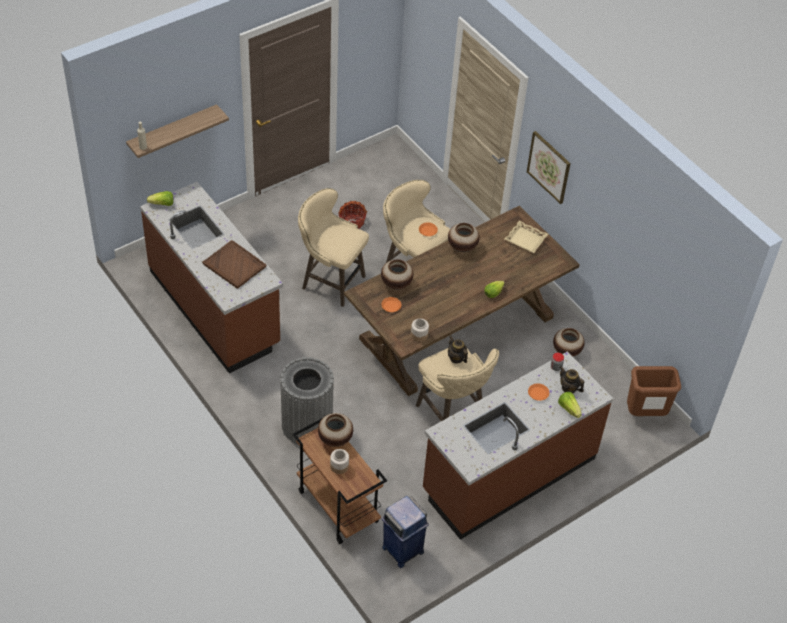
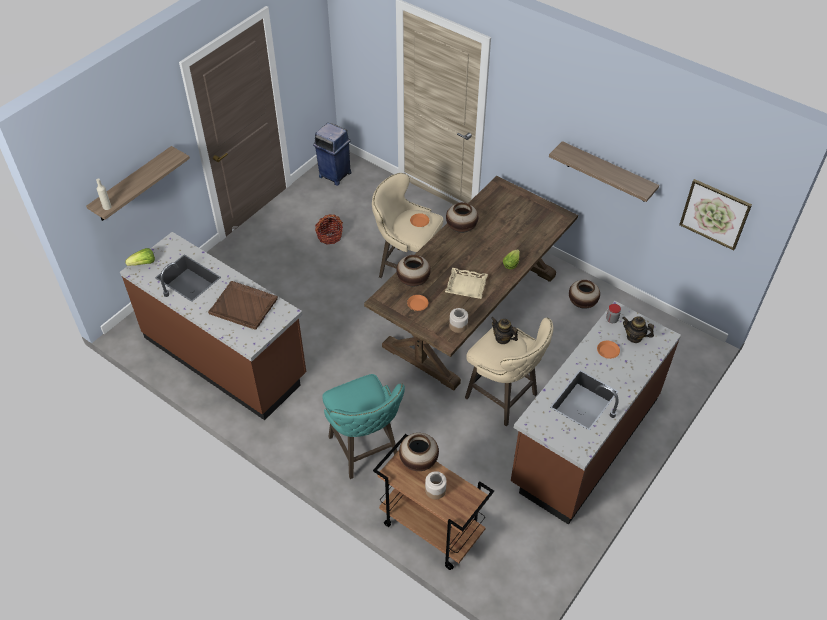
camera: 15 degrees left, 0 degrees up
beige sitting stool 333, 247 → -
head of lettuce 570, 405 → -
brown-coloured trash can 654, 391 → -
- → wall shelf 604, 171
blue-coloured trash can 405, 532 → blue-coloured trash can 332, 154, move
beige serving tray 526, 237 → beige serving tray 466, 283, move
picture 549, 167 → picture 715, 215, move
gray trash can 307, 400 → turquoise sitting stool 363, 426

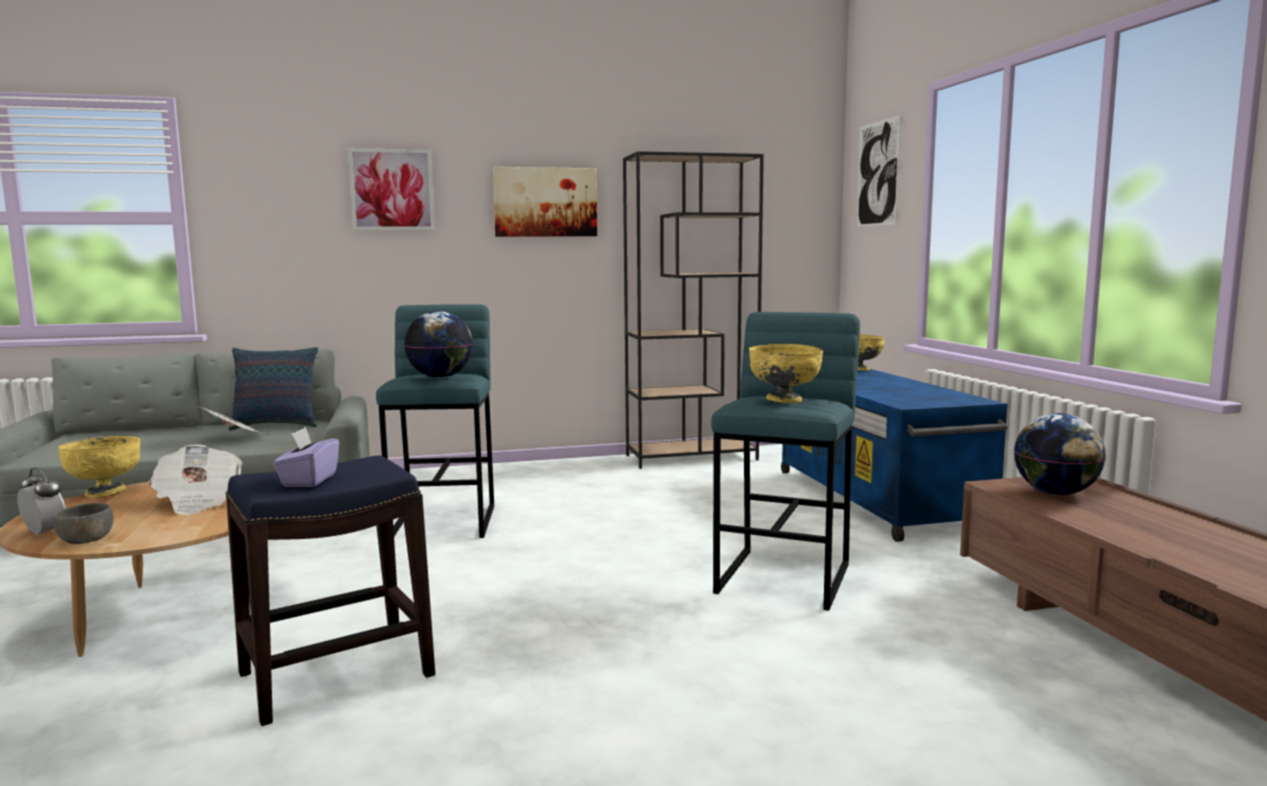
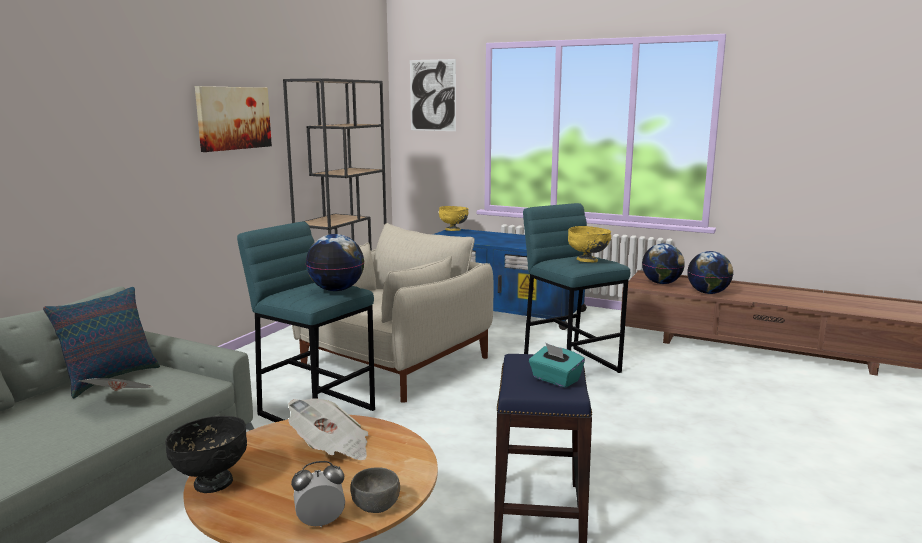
camera: 50 degrees left, 5 degrees up
picture 391, 189 → -
- → beige armchair 392, 312
- → globe 710, 272
yellow deep dish 99, 466 → blackish deep dish 206, 454
purple tissue box 306, 457 → turquoise tissue box 557, 365

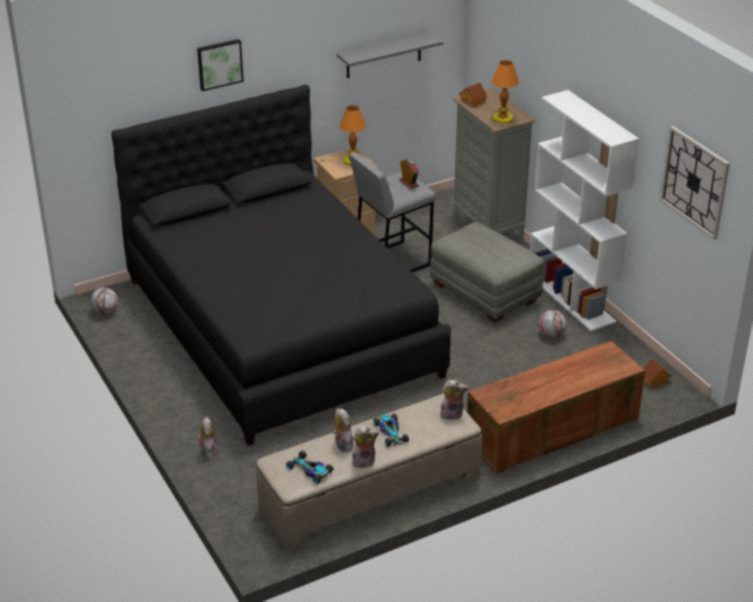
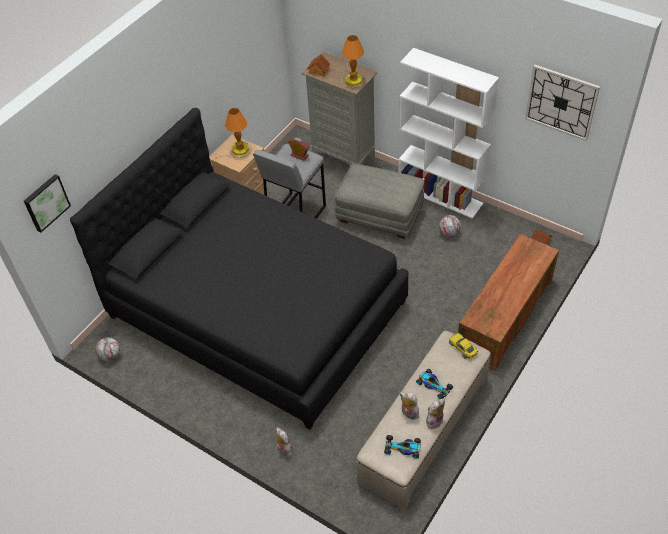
camera: 25 degrees left, 15 degrees up
gray wall shelf 390, 55 → -
picture 220, 65 → picture 47, 203, move
soft toy 454, 400 → yellow miniature car 463, 346

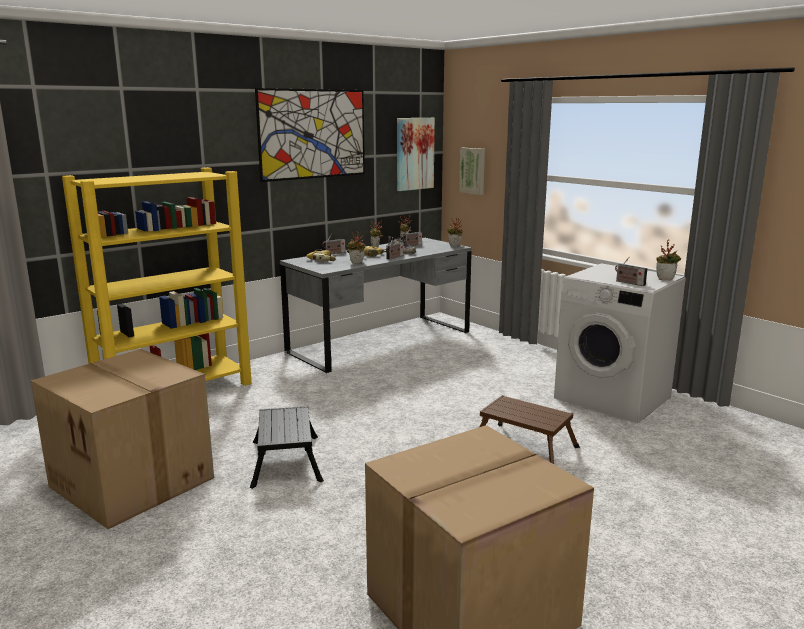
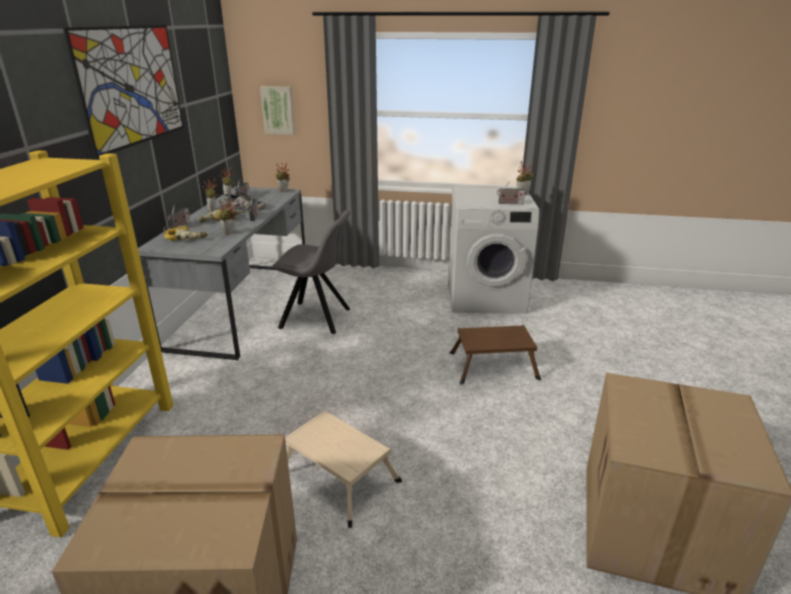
camera: 40 degrees left, 10 degrees up
picture 416, 154 → -
- → gray plain chair 311, 272
blackish stepladder 287, 447 → beige stepladder 343, 469

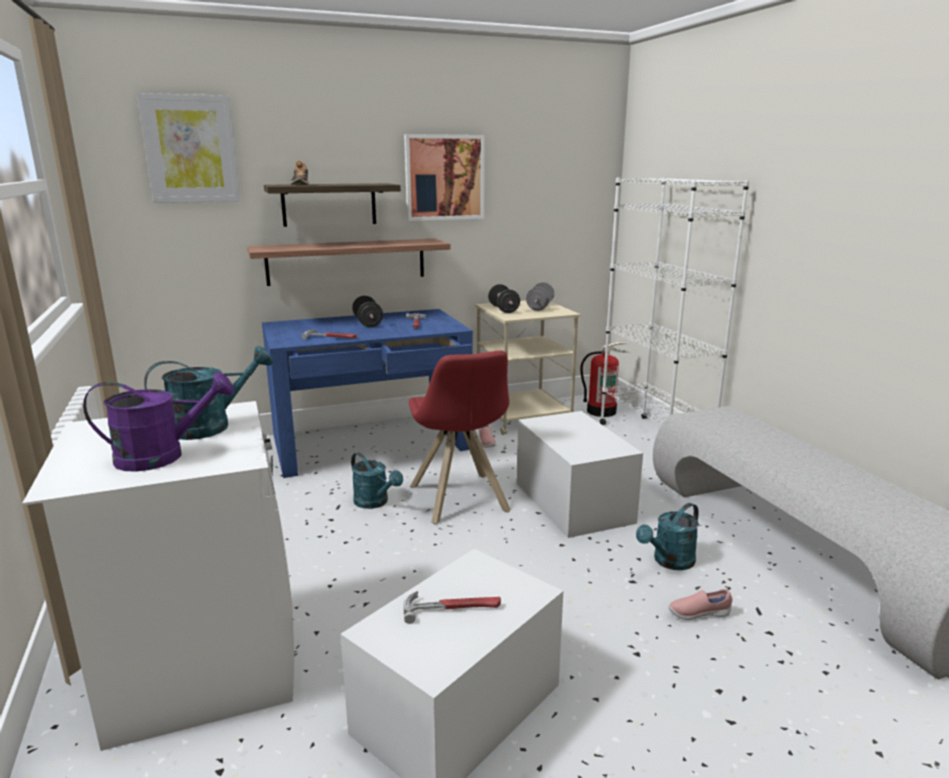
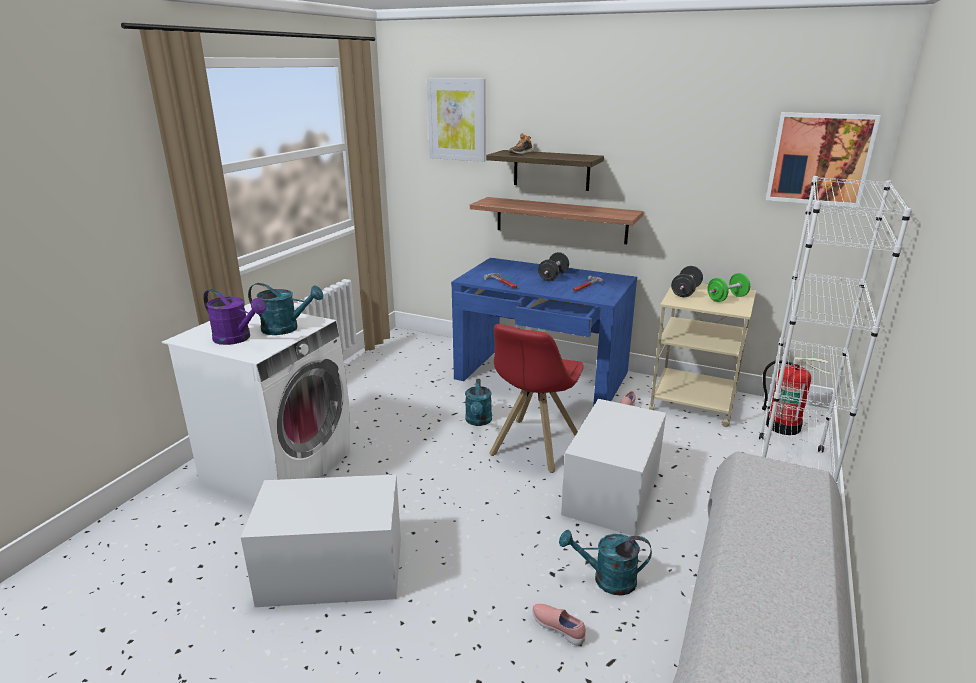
camera: 45 degrees right, 5 degrees up
hammer 452, 607 → -
picture 444, 177 → picture 823, 160, move
gray dumbbell 540, 296 → greenish dumbbell 728, 287

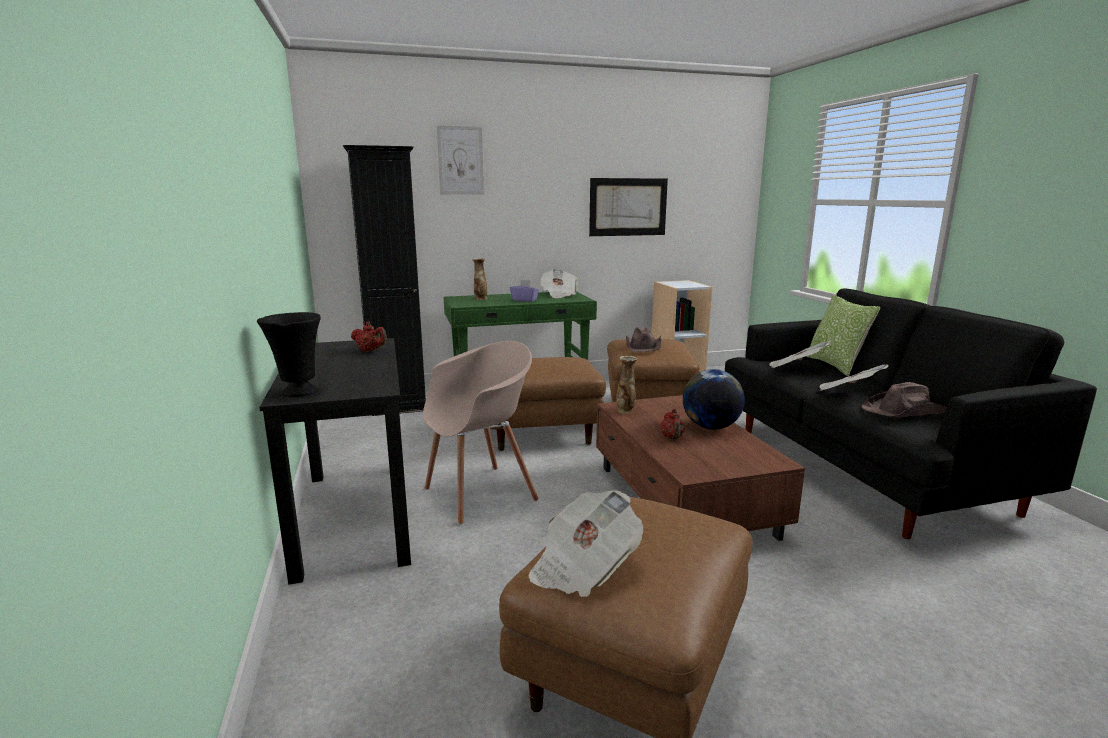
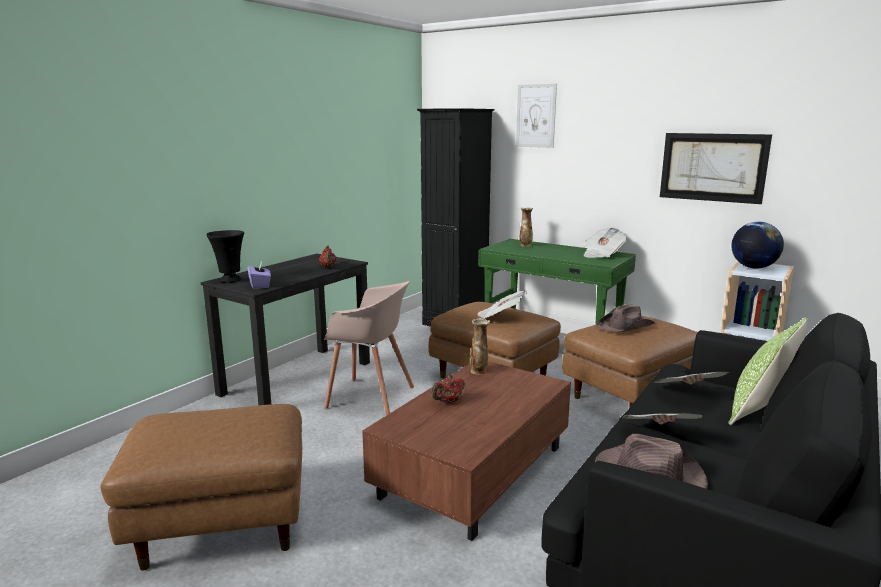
camera: 50 degrees right, 0 degrees up
purple tissue box 524, 291 → purple tissue box 259, 274, move
newspaper 586, 543 → newspaper 502, 305, move
globe 714, 399 → globe 757, 245, move

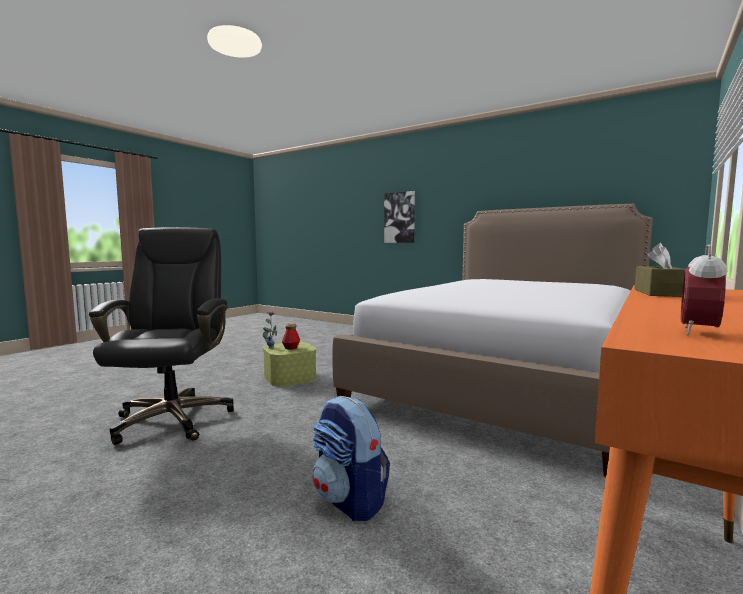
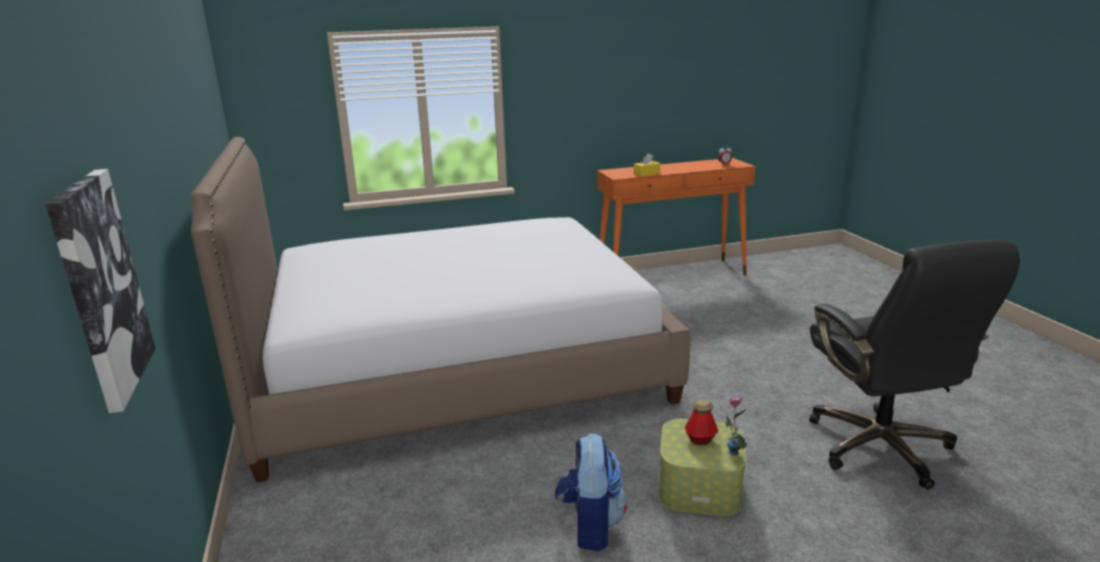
camera: 140 degrees left, 15 degrees up
knapsack 351, 458 → knapsack 591, 492, move
brown-coloured tissue box 660, 270 → yellow tissue box 647, 165
blackish computer chair 161, 336 → blackish computer chair 914, 364, 45 degrees counterclockwise

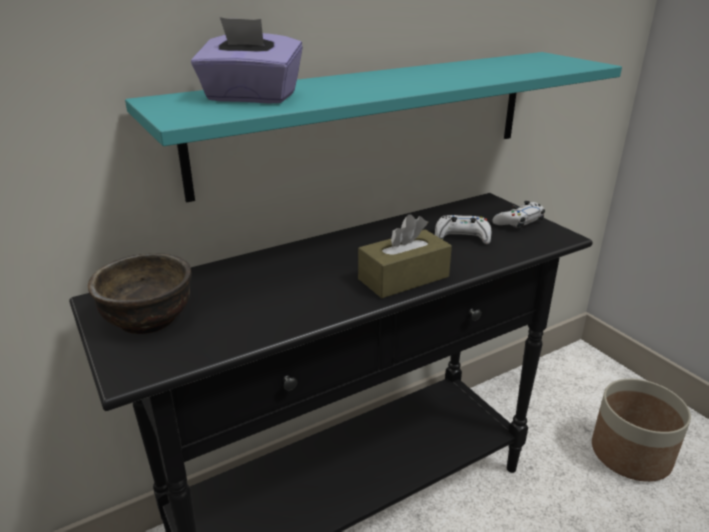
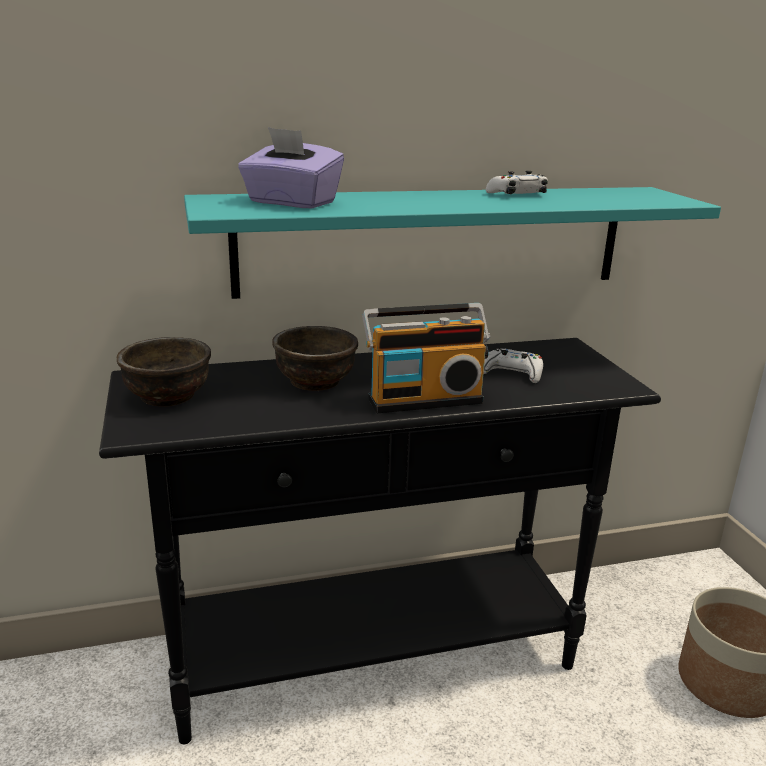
camera: 15 degrees right, 5 degrees down
- → brown-coloured deep dish 315, 358
white game controller 518, 215 → white game controller 517, 182, move
brown-coloured tissue box 405, 256 → radio receiver 426, 358

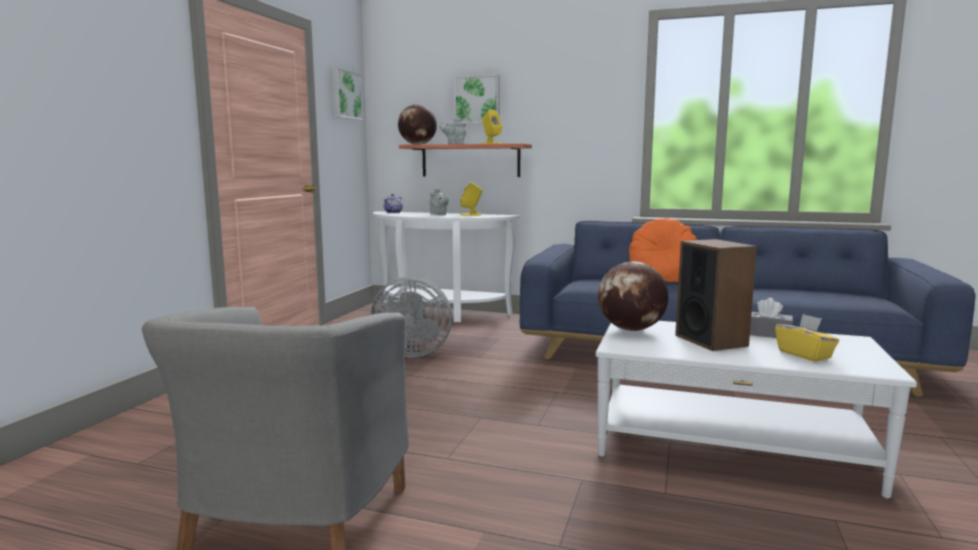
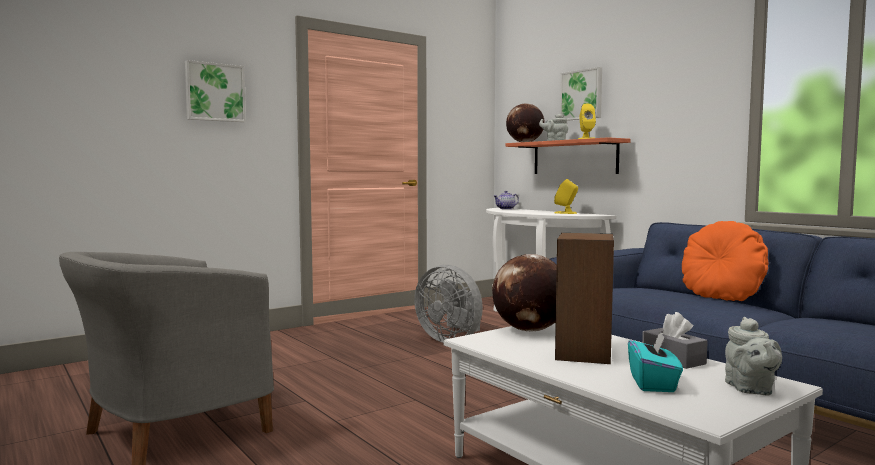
camera: 35 degrees right, 5 degrees down
picture 347, 93 → picture 215, 91, move
gray tea pot 439, 201 → gray tea pot 753, 356, move
yellow tissue box 807, 338 → turquoise tissue box 655, 362

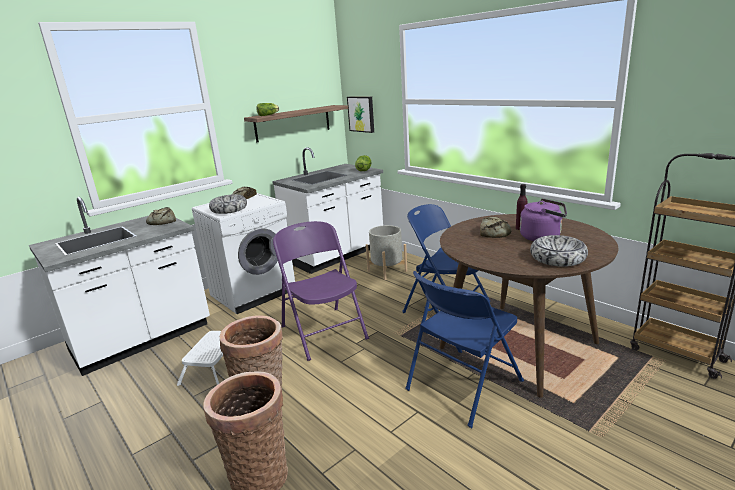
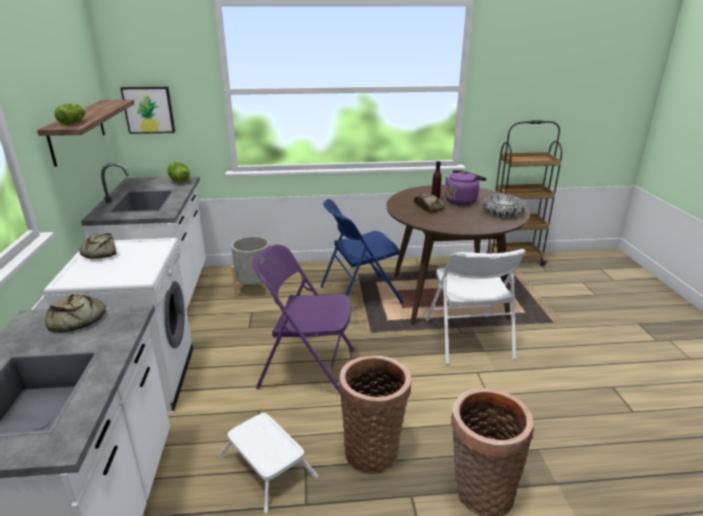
camera: 55 degrees left, 5 degrees up
deep dish 228, 204 → -
blue-coloured plain chair 464, 349 → white plain chair 476, 307

